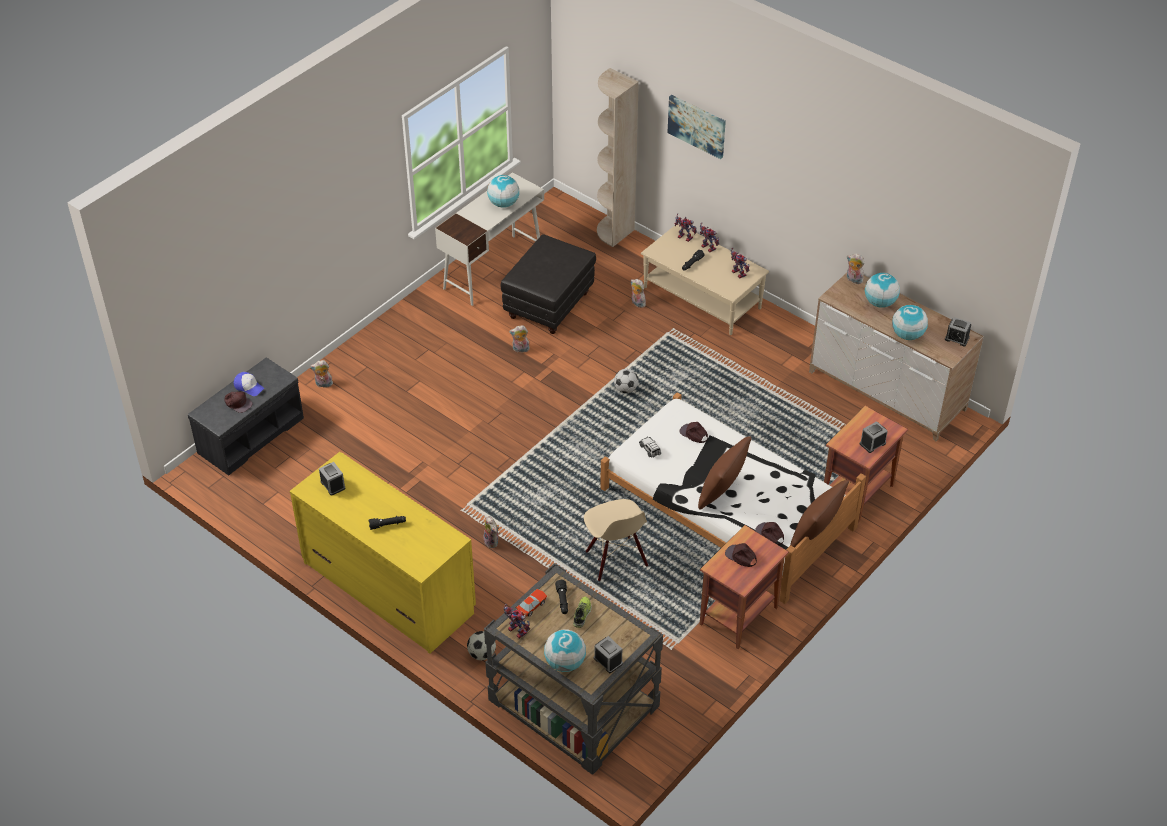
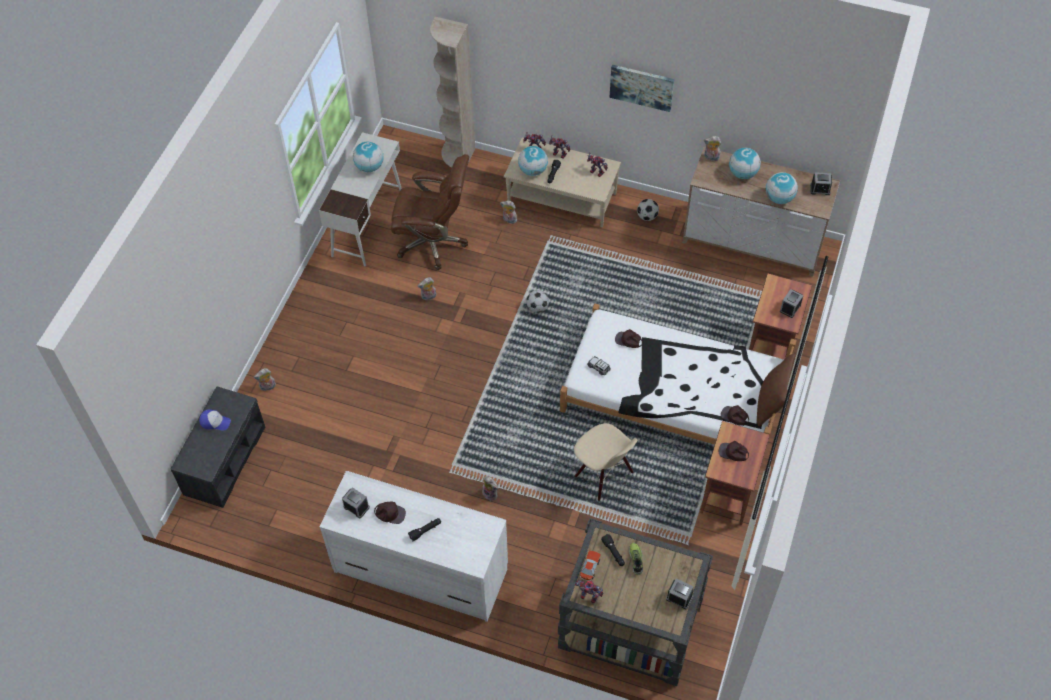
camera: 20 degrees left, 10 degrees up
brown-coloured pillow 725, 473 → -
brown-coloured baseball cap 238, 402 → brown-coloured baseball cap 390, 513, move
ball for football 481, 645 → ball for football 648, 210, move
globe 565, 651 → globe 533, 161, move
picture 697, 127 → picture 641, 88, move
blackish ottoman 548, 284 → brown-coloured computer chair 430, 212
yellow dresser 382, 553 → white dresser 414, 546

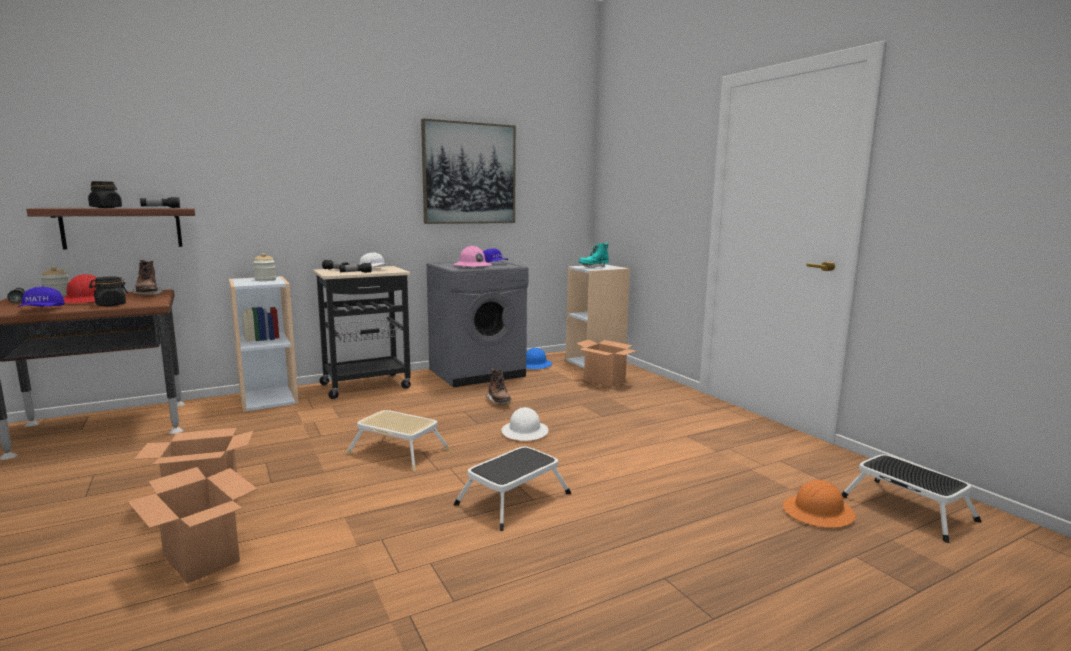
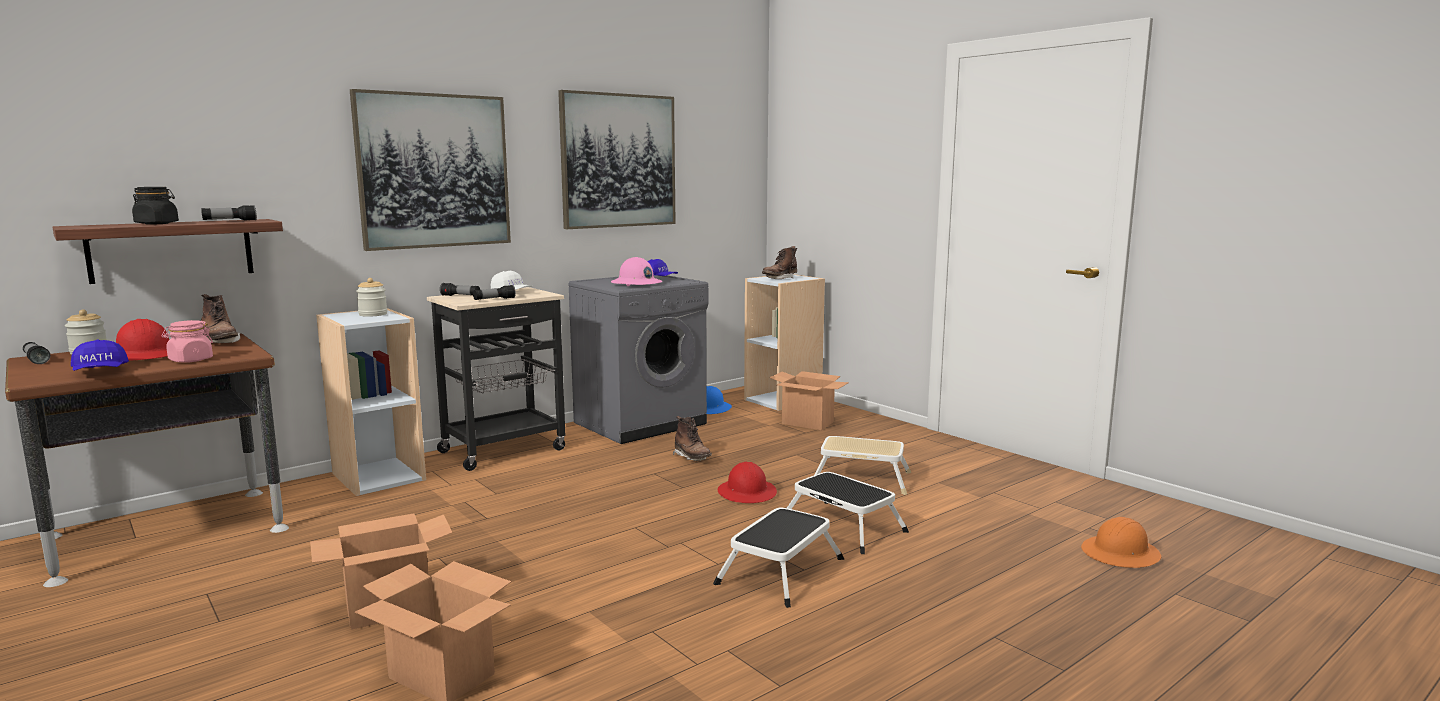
camera: 10 degrees left, 0 degrees up
- → picture 430, 170
beige stepladder 398, 440 → beige stepladder 862, 465, move
blackish stepladder 912, 498 → blackish stepladder 848, 513, move
blackish storage jar 108, 291 → pink storage jar 187, 341
white hard hat 524, 424 → red hard hat 747, 482
turquoise high-top boot 594, 255 → brown-coloured high-top boot 779, 262

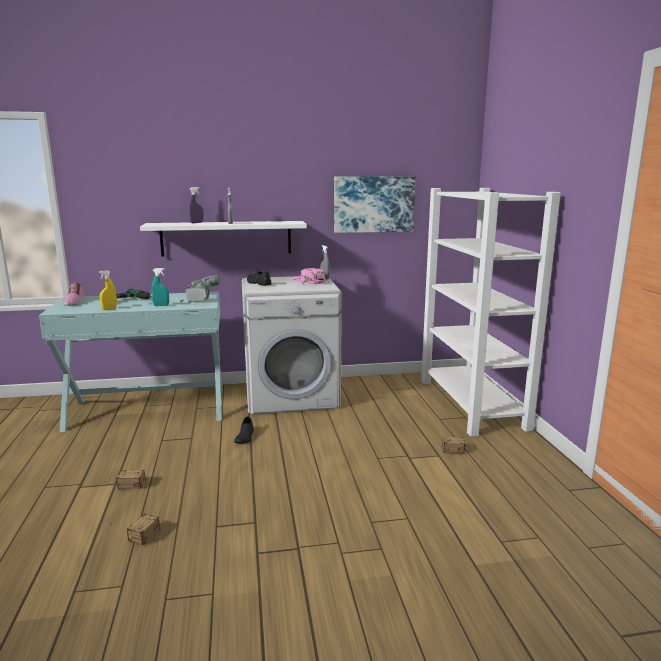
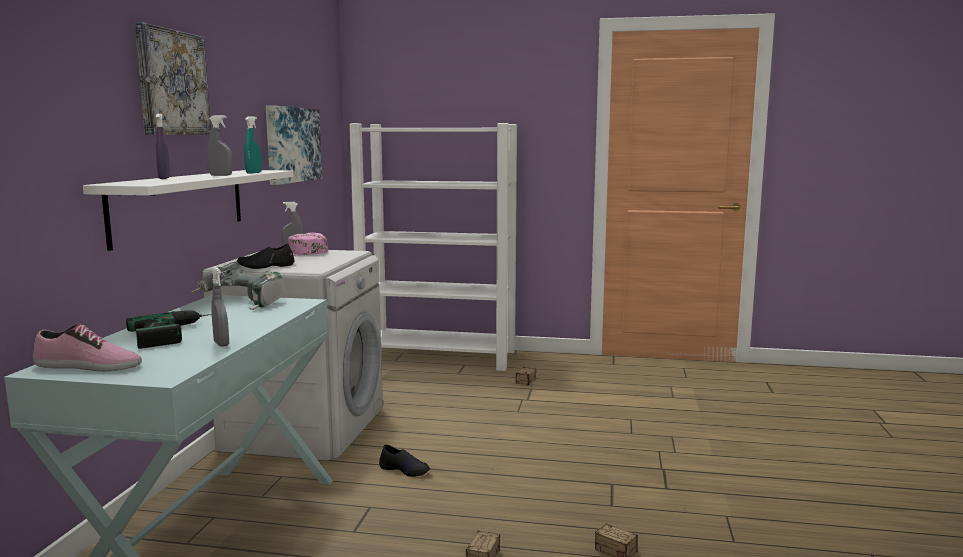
camera: 70 degrees left, 5 degrees down
- → picture 173, 78
turquoise spray bottle 160, 287 → turquoise spray bottle 253, 145, move
yellow spray bottle 108, 290 → gray spray bottle 220, 307

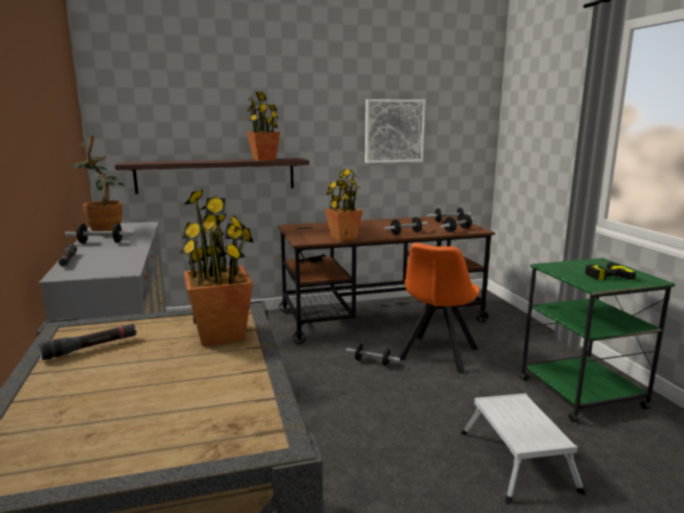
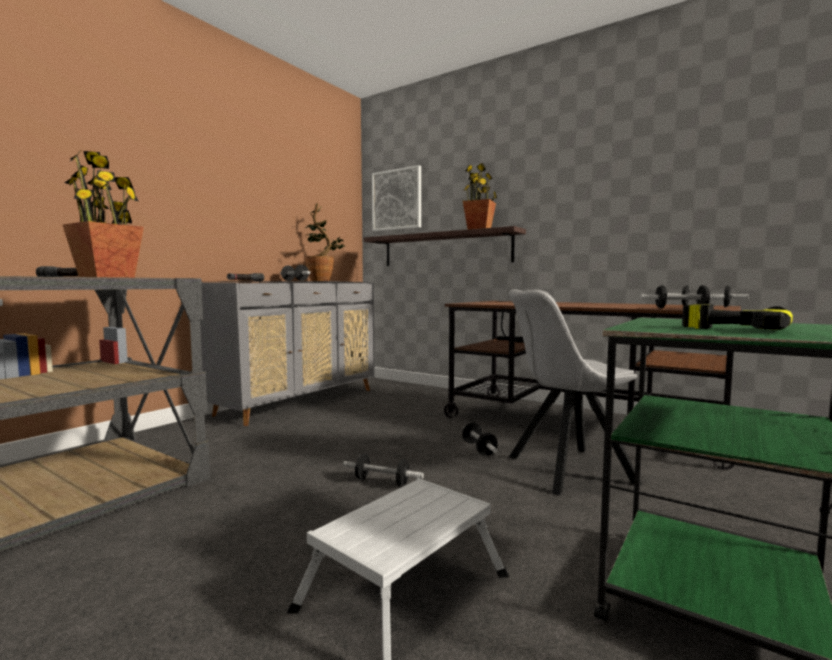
camera: 50 degrees right, 10 degrees down
plant in a pot 344, 205 → -
picture 395, 131 → picture 396, 198, move
dumbbell 405, 226 → dumbbell 383, 470, move
orange-coloured plain chair 438, 308 → gray plain chair 576, 392

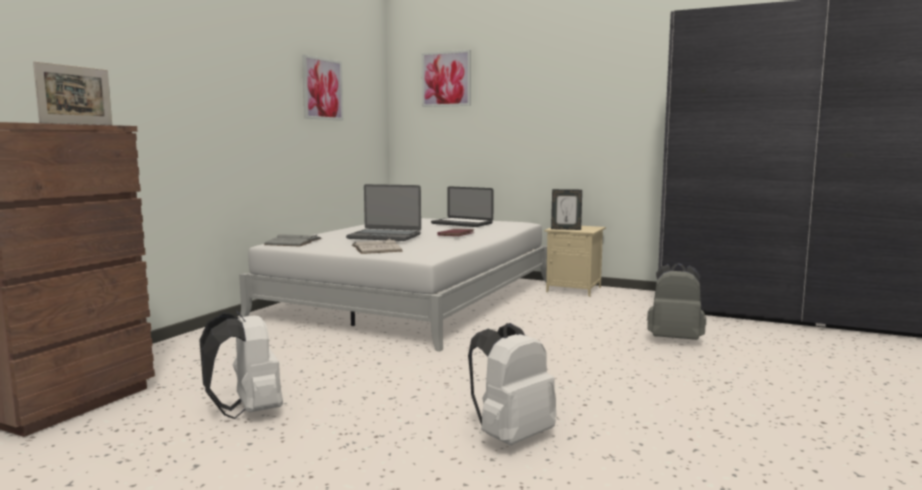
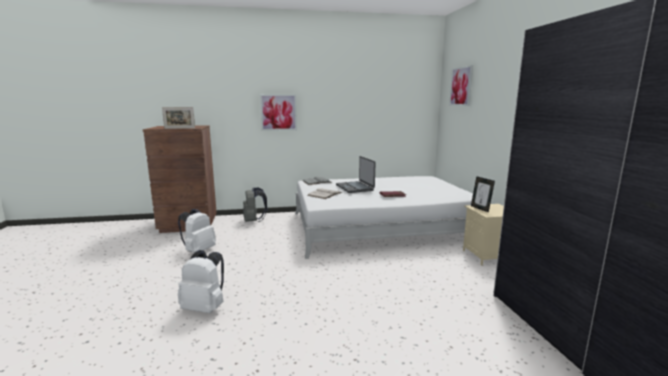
camera: 55 degrees right, 5 degrees up
notebook computer 462, 206 → -
picture 322, 88 → picture 278, 112, move
gray knapsack 676, 301 → gray knapsack 255, 204, move

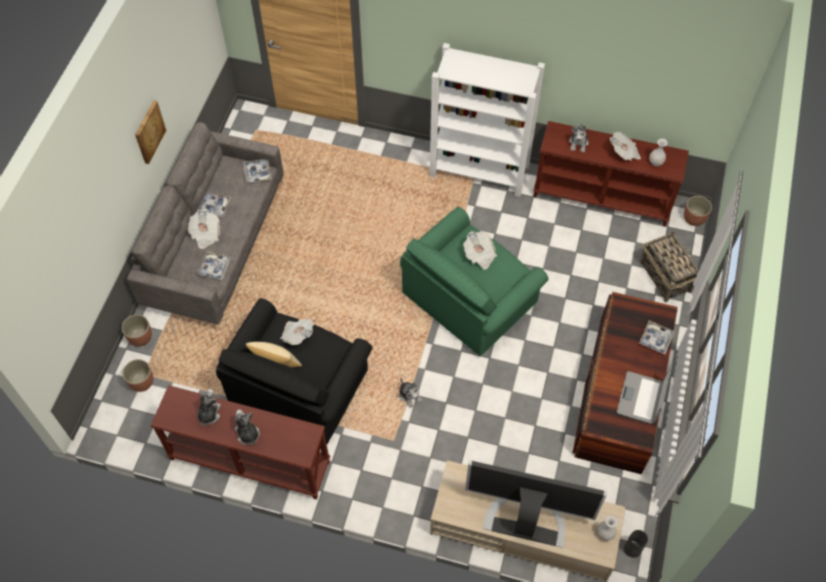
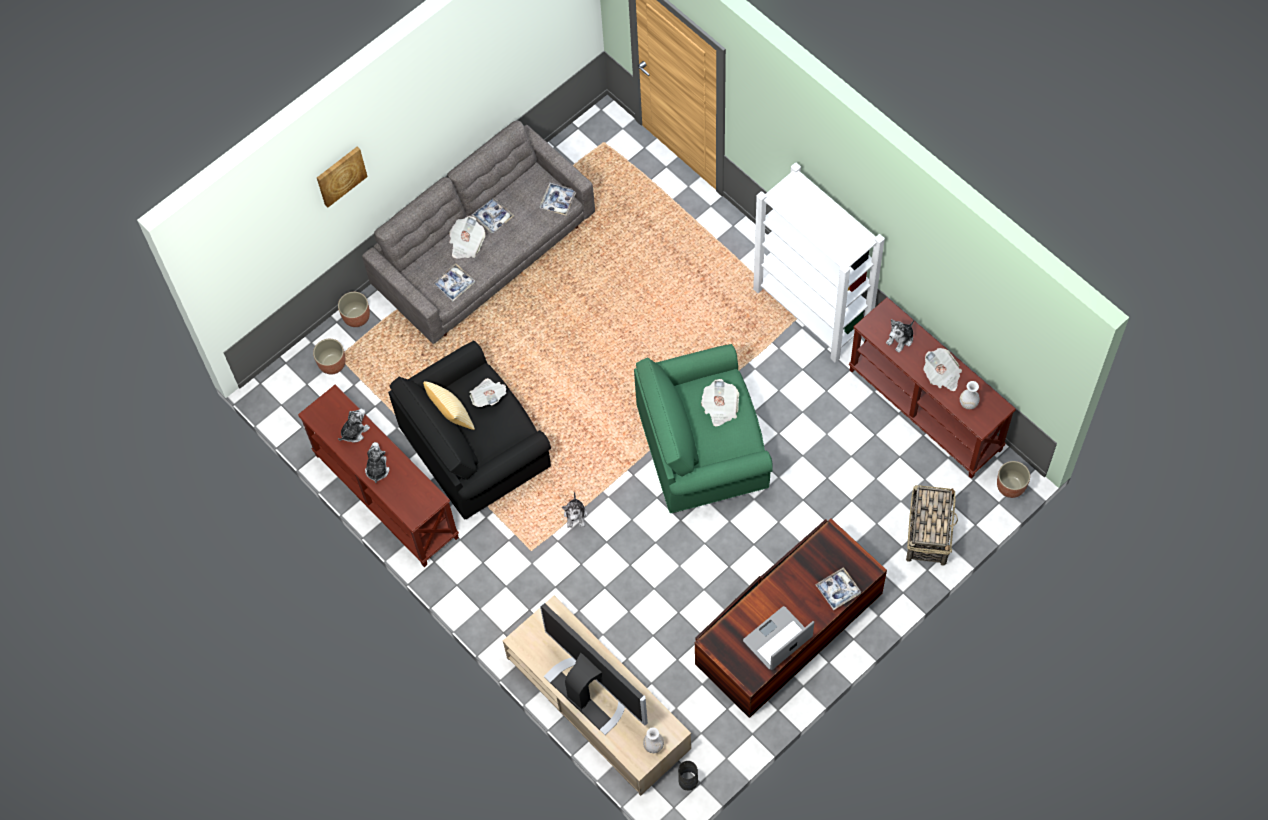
camera: 35 degrees right, 5 degrees up
picture 150, 132 → picture 342, 177, move

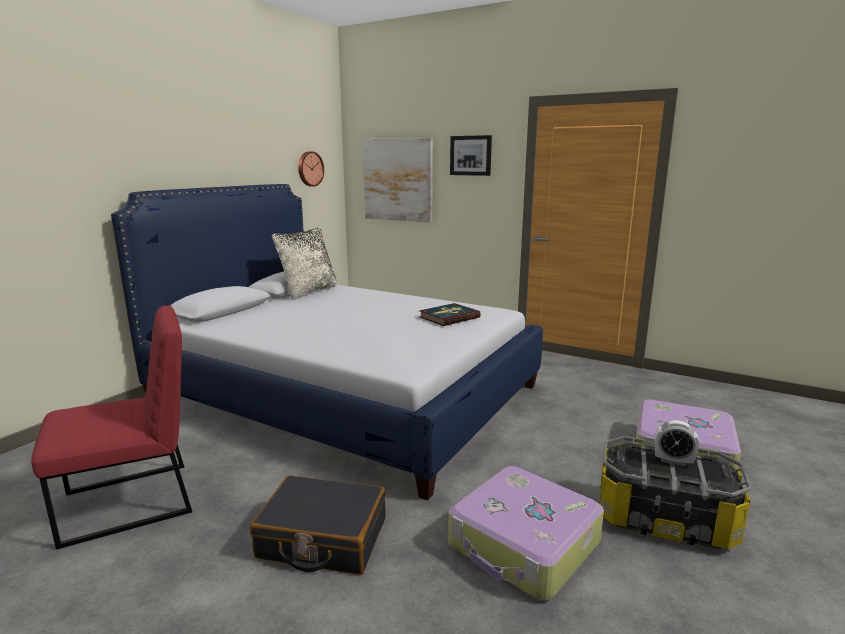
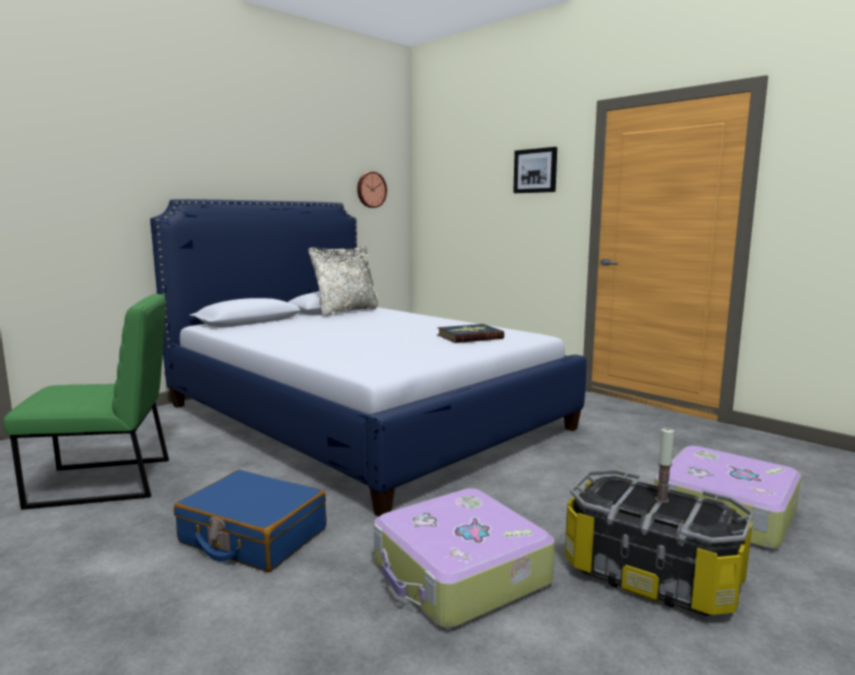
camera: 15 degrees right, 5 degrees down
picture 398, 180 → -
alarm clock 677, 443 → wax candle 664, 465
red plain chair 111, 428 → greenish plain chair 86, 402
blackish suitcase 318, 525 → blue-coloured suitcase 250, 521

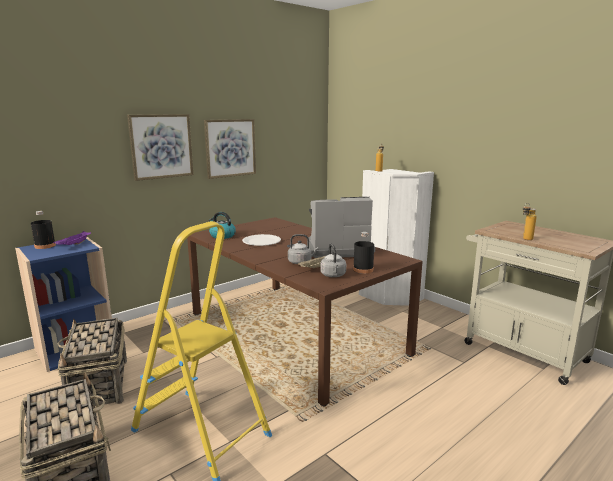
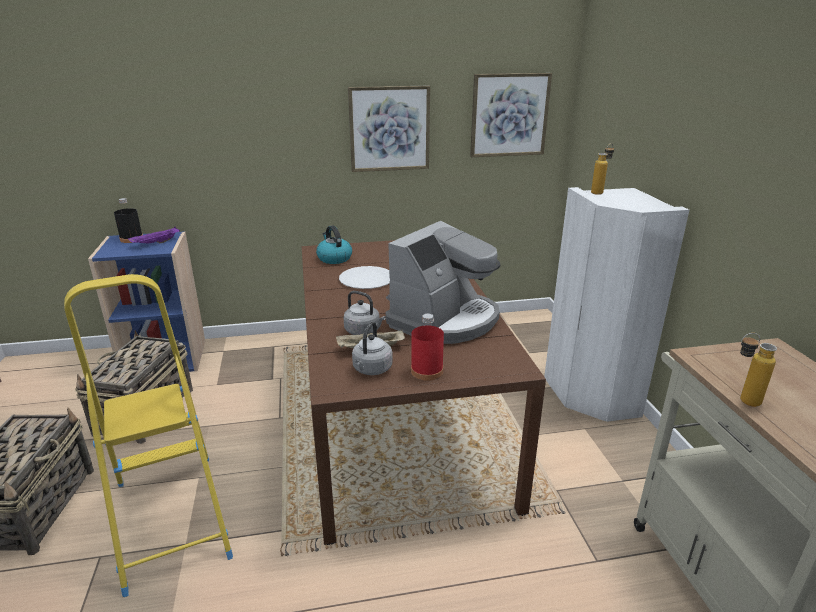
camera: 30 degrees right, 10 degrees up
picture 160, 147 → picture 511, 115, move
blackish beverage bottle 363, 253 → red beverage bottle 427, 347
coffee brewer 342, 227 → coffee brewer 443, 282, 105 degrees clockwise

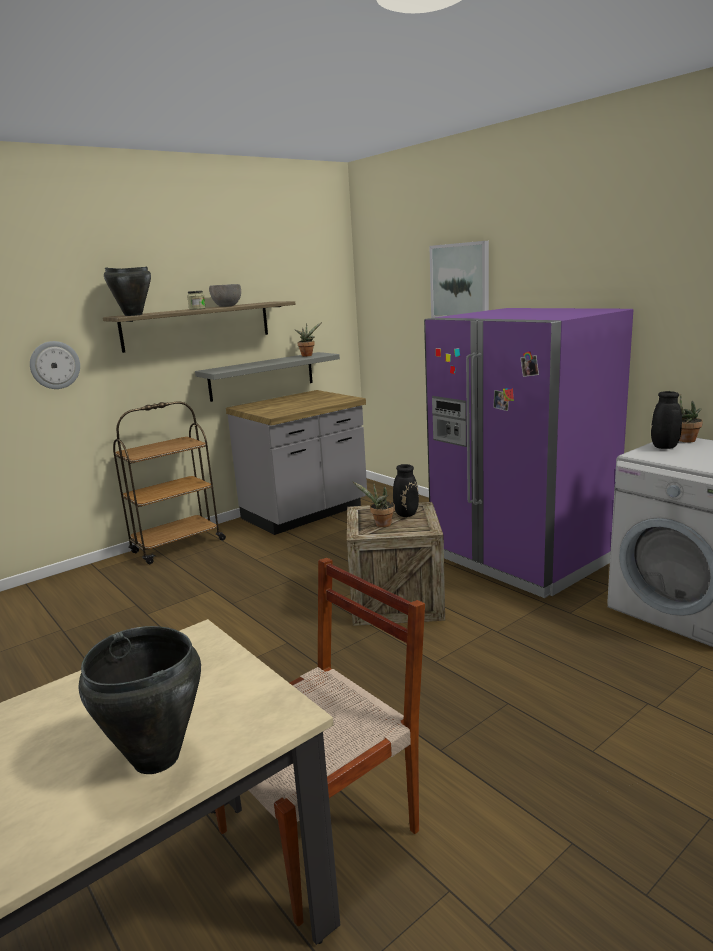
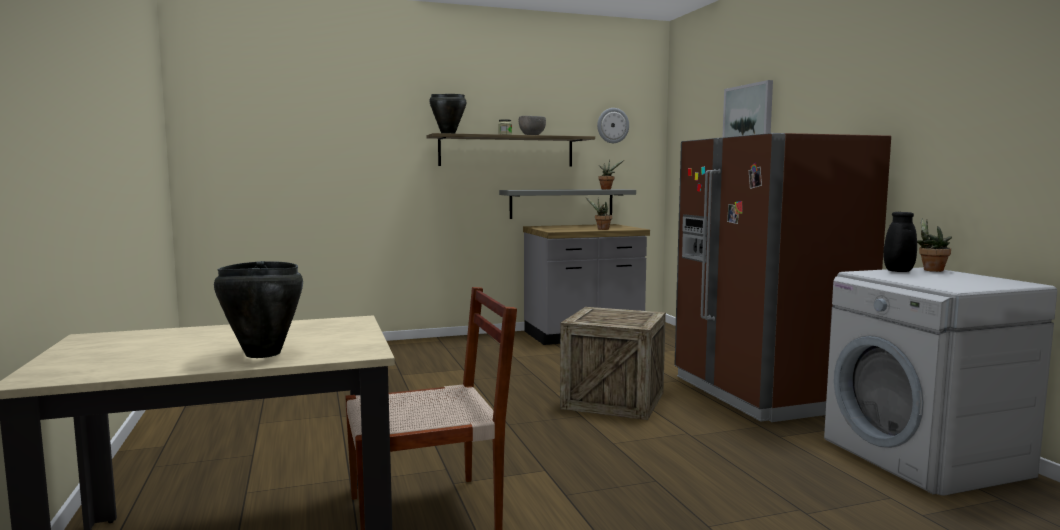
camera: 20 degrees right, 10 degrees down
brown-coloured wheeled cart 169, 482 → -
blackish flower vase 406, 490 → -
hanging clock 55, 365 → hanging clock 613, 125, move
plant in a pot 373, 504 → plant in a pot 599, 214, move
purple fridge 529, 453 → brown-coloured fridge 783, 277

